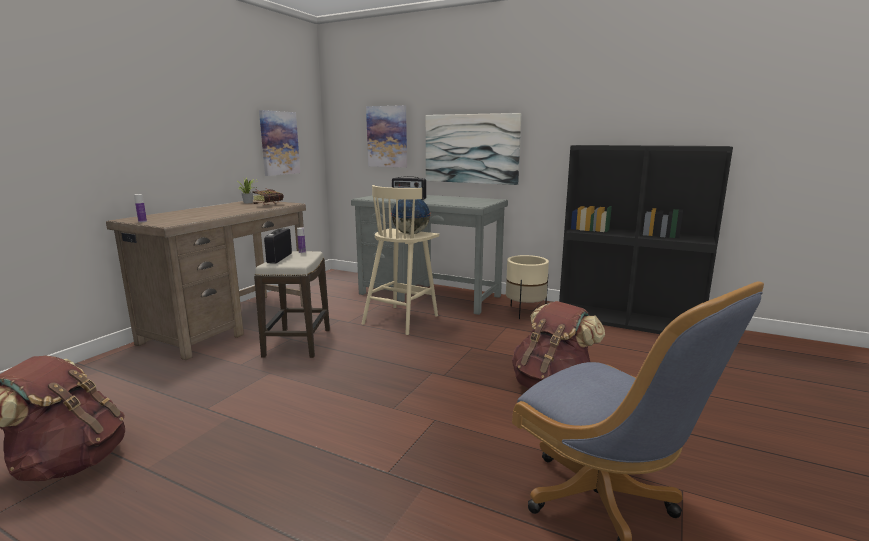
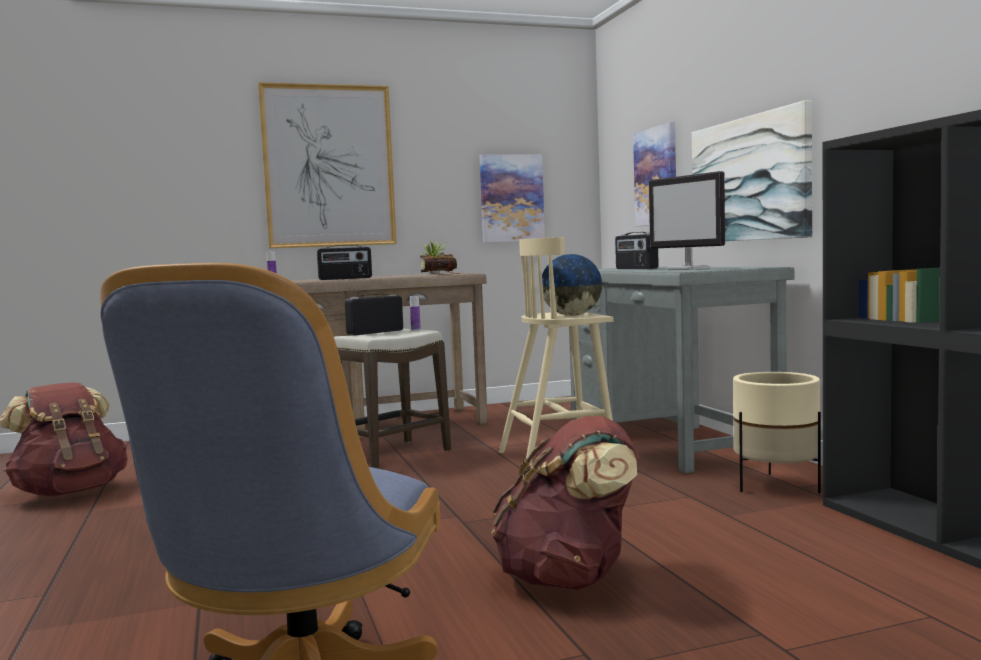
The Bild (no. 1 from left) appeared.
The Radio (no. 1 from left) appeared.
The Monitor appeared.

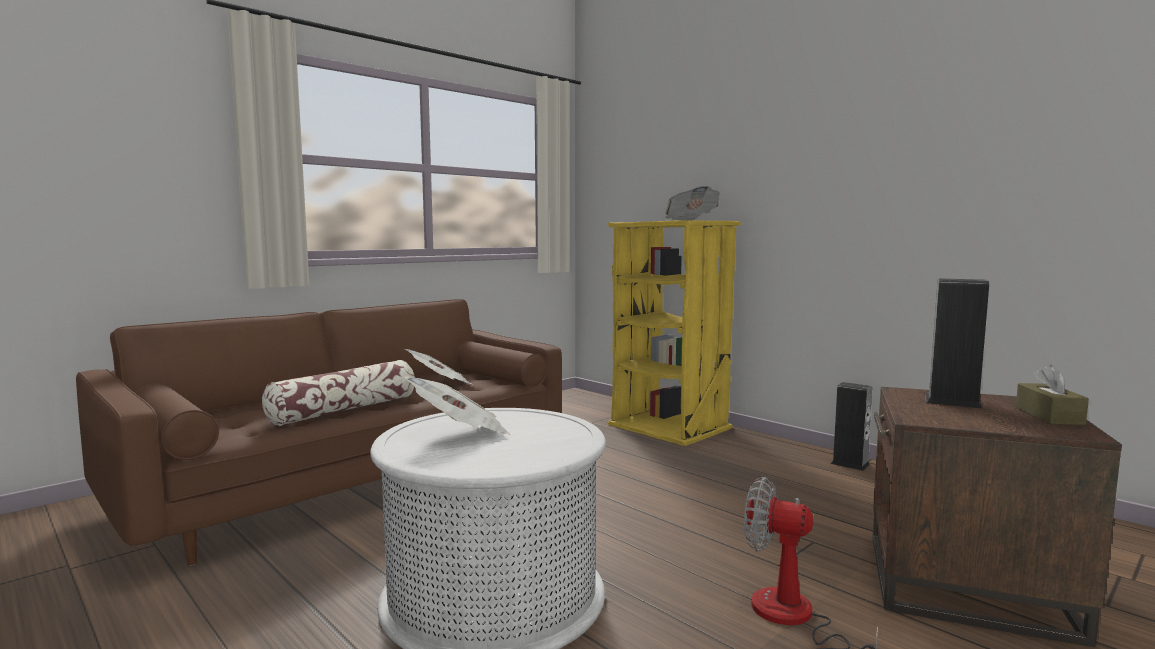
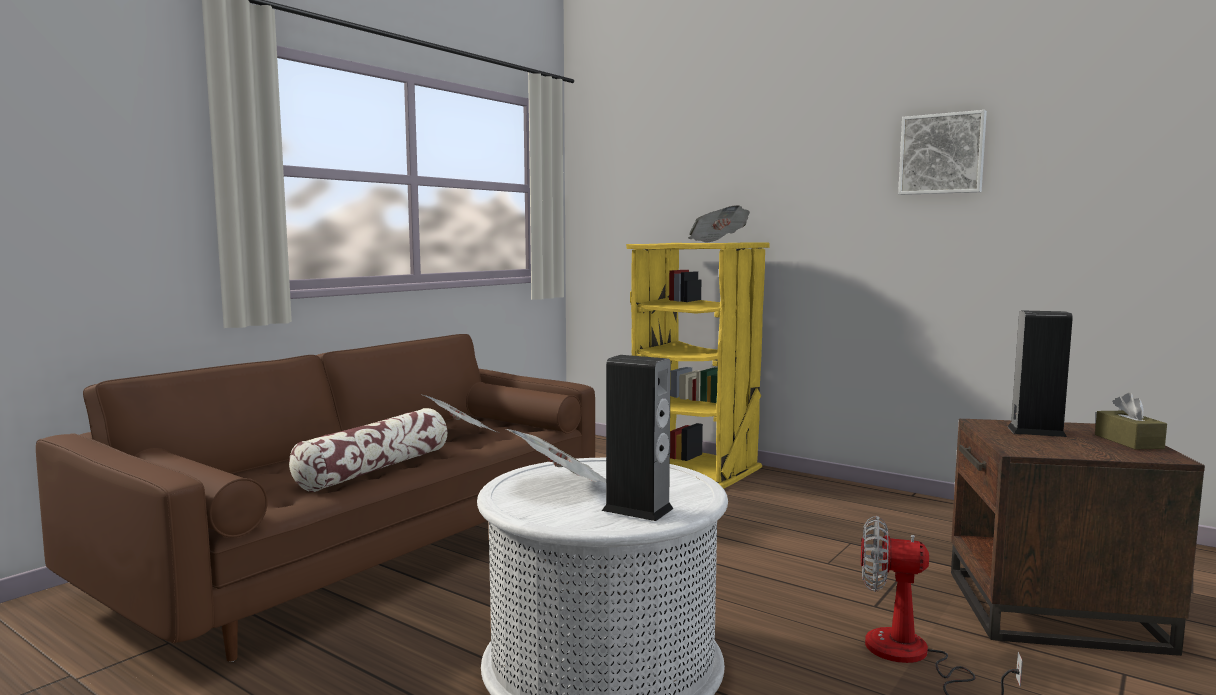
The Lautsprecher (no. 1 from left) moved.
The Bild appeared.

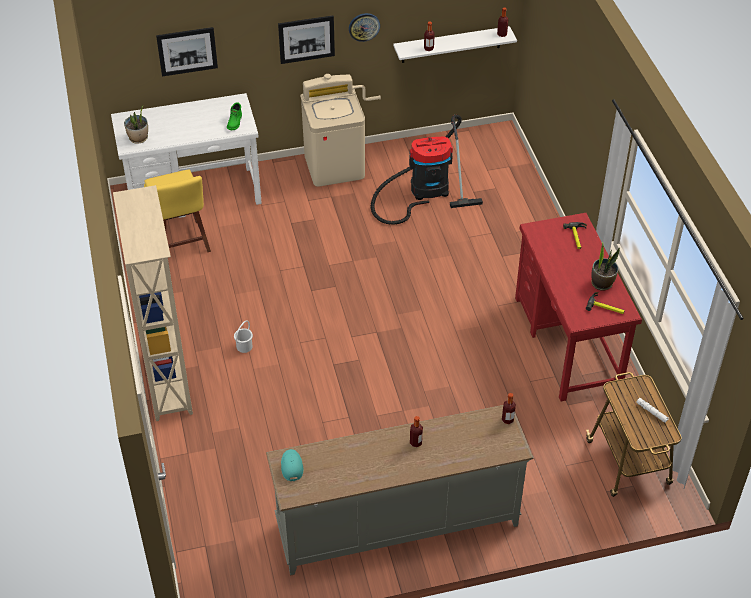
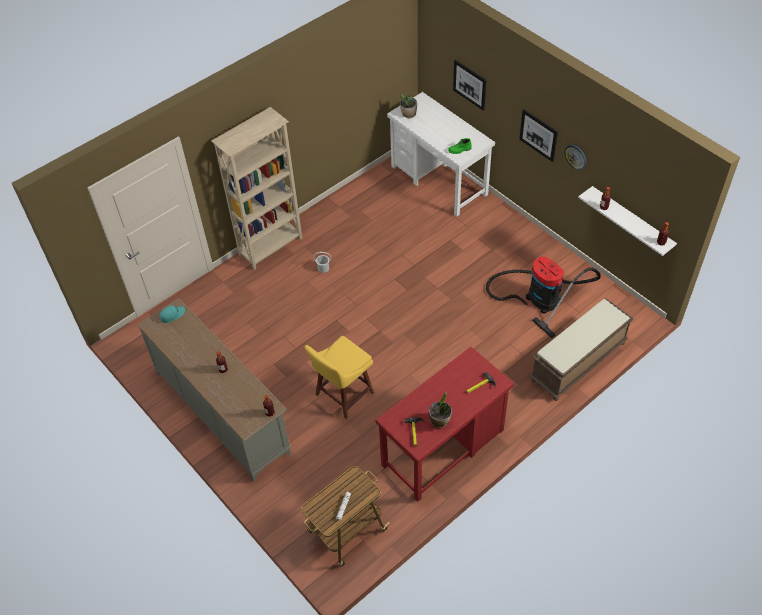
The Hocker [gelb] moved.
The Bank [braun] appeared.
The Waschmaschine [beige] disappeared.

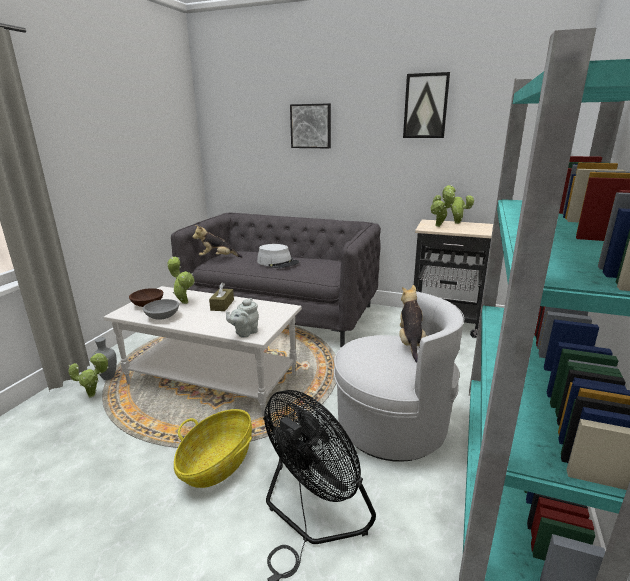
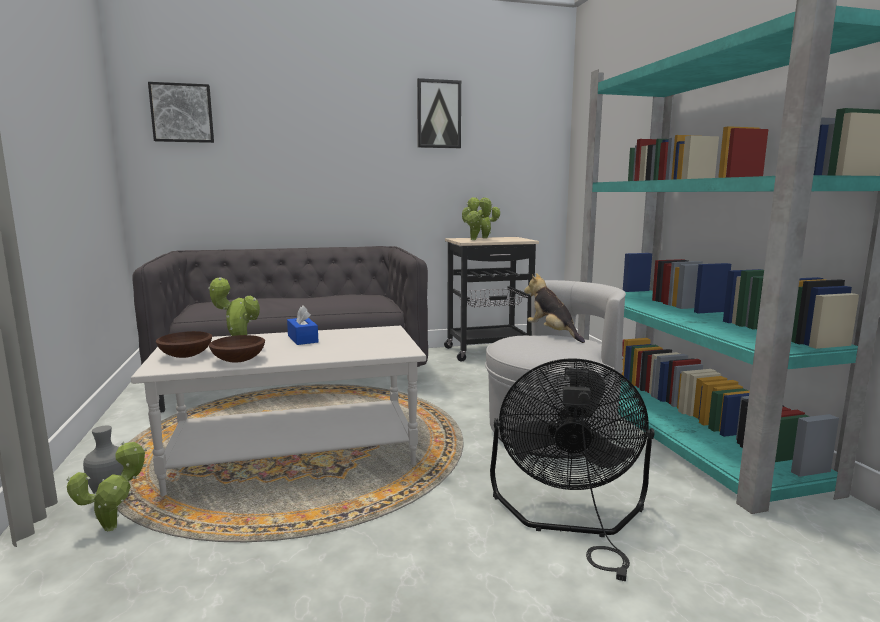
The Bild (no. 1 from left) moved.
The Schüssel [grau] became the Schüssel [braun] (no. 2 from left).
The Taschentuchbox [braun] became the Taschentuchbox [blau].
The Korb disappeared.
The Plüschtier (no. 1 from left) disappeared.
The Teekanne [grau] disappeared.
The Hut [grau] disappeared.

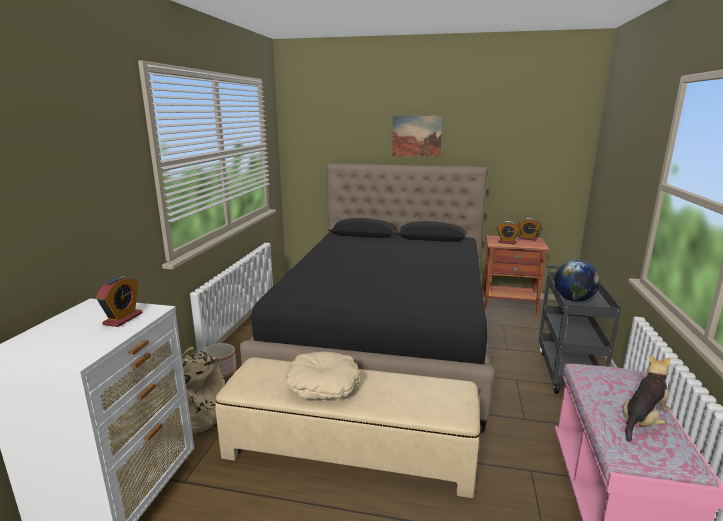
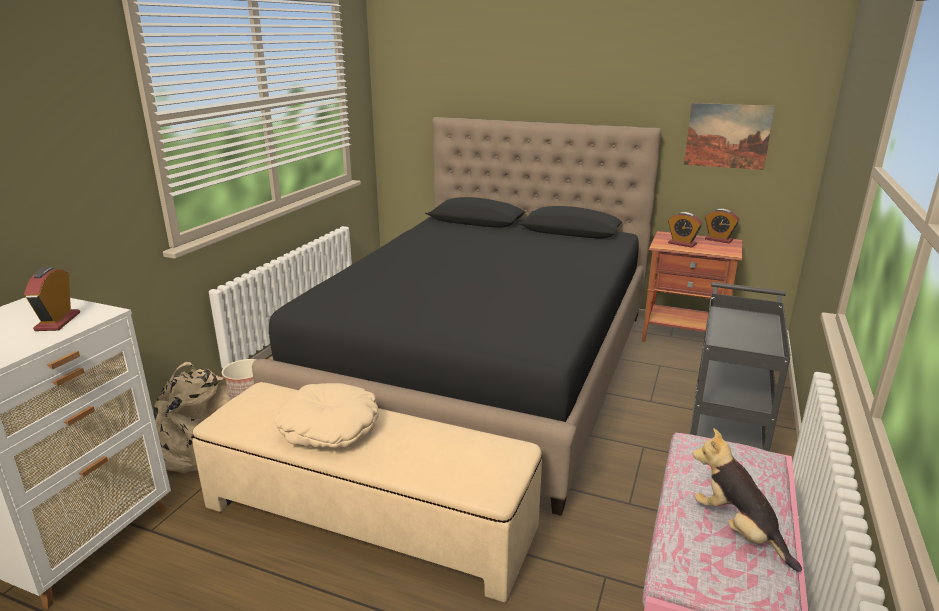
The Wecker (no. 1 from left) turned 150 degrees clockwise.
The Bild moved.
The Plüschtier turned 90 degrees counterclockwise.
The Globus disappeared.

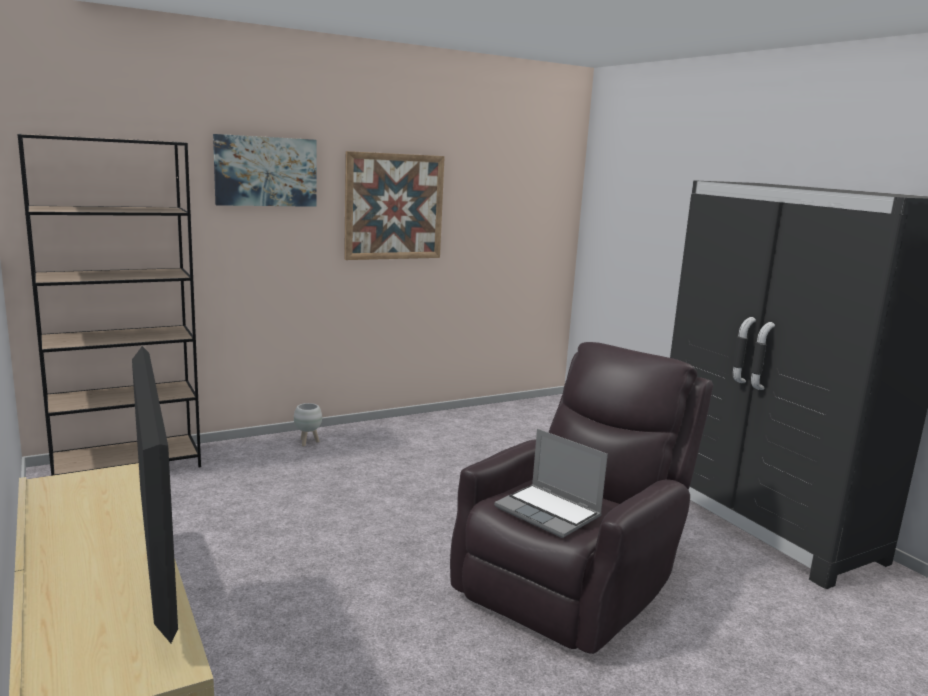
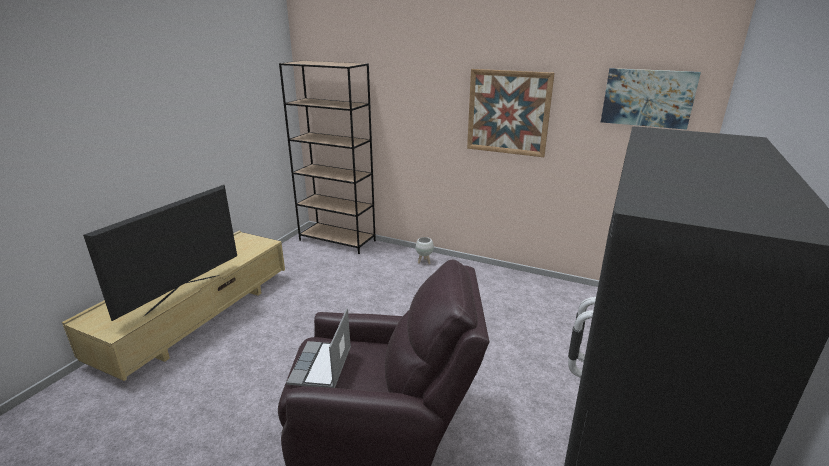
The Bild (no. 1 from left in the first image) moved.

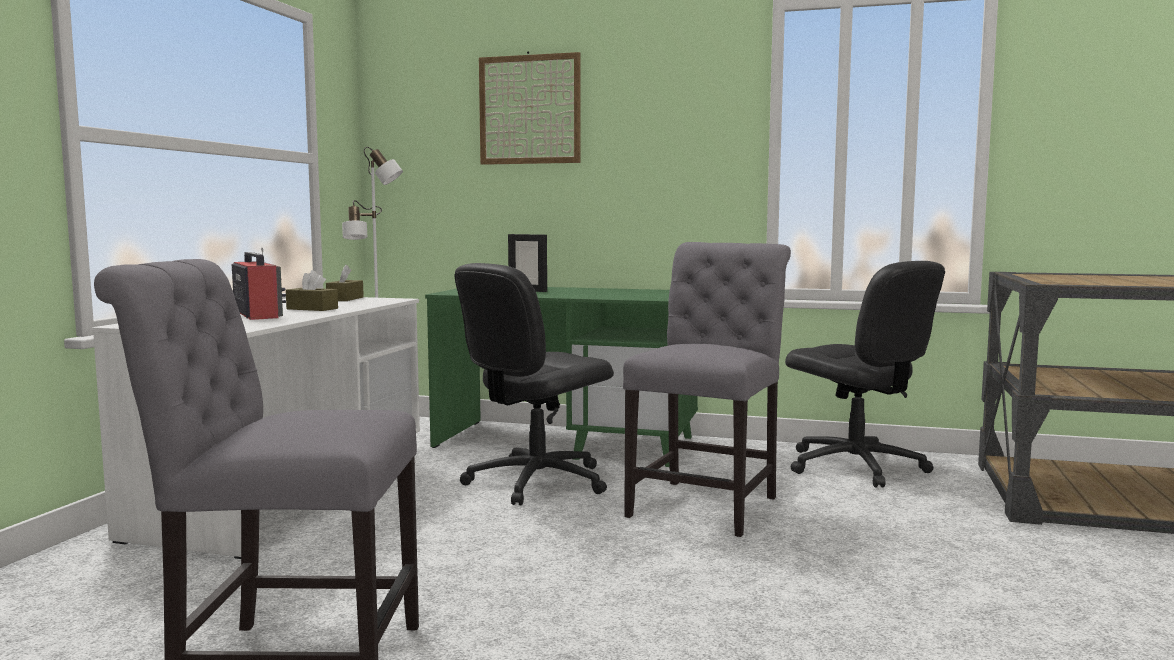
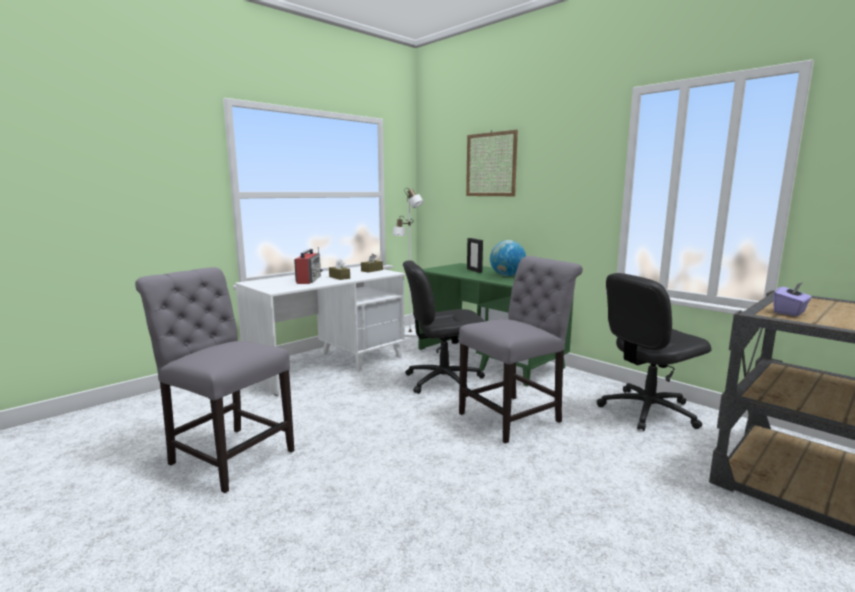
The Globus appeared.
The Bürostuhl [schwarz] (no. 2 from left) turned 75 degrees clockwise.
The Taschentuchbox [lila] appeared.

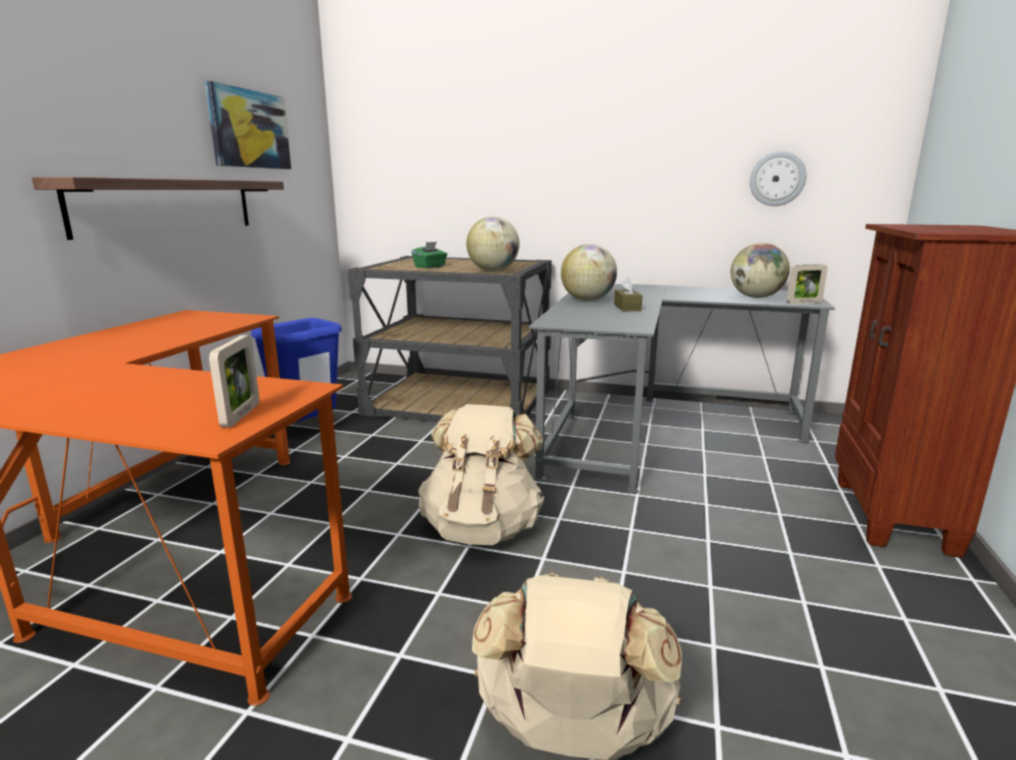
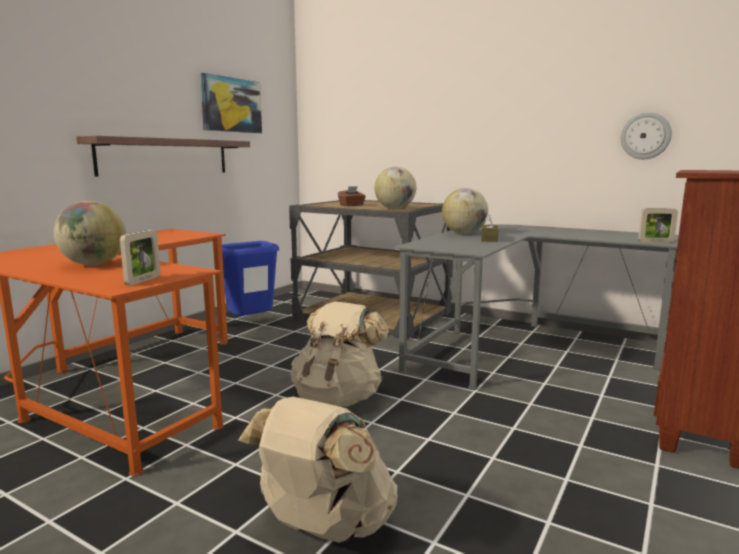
The Globus (no. 3 from left in the first image) moved.
The Taschentuchbox [grün] became the Taschentuchbox [braun] (no. 1 from left).

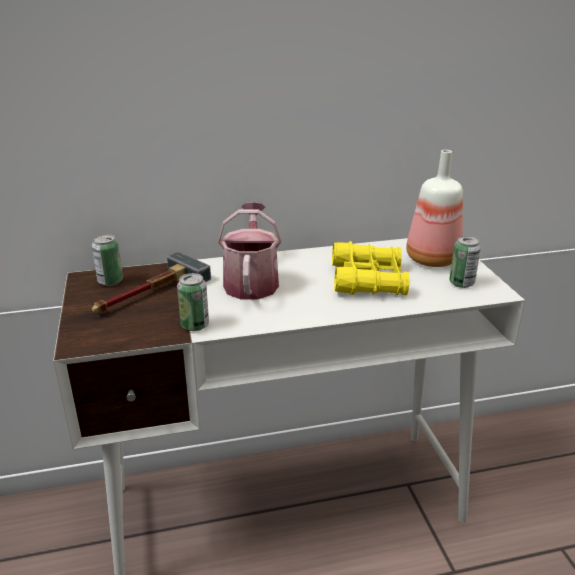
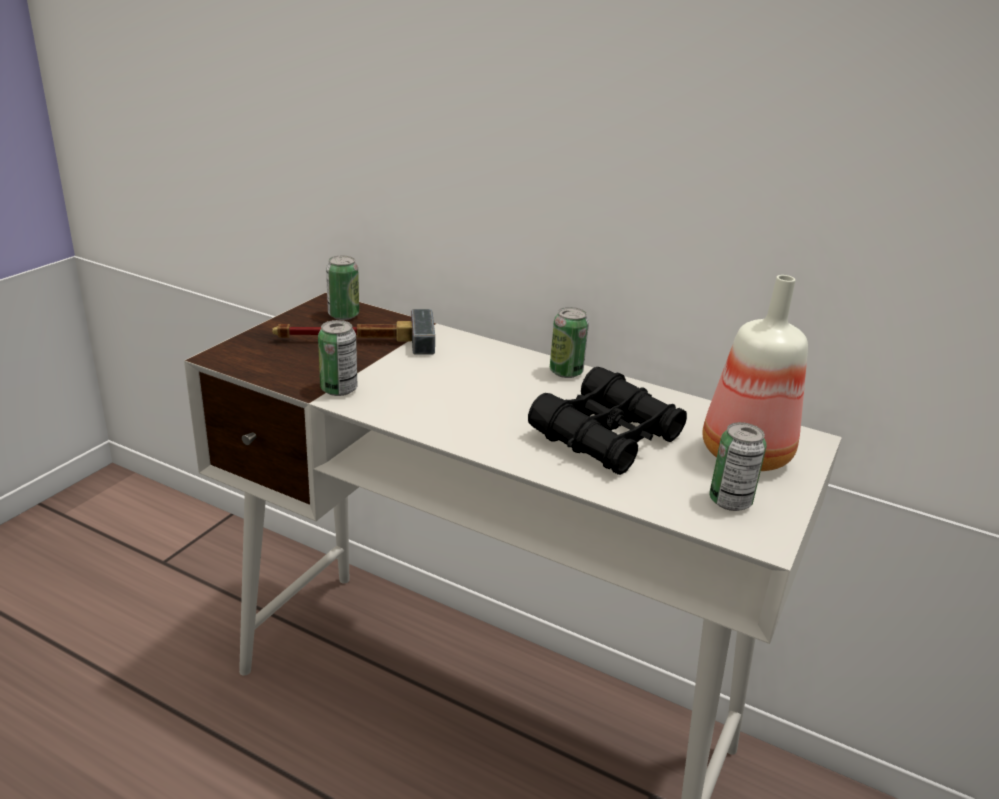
The Fernglas [gelb] became the Fernglas [schwarz].
The Dose (no. 3 from left) appeared.
The Gießkanne disappeared.

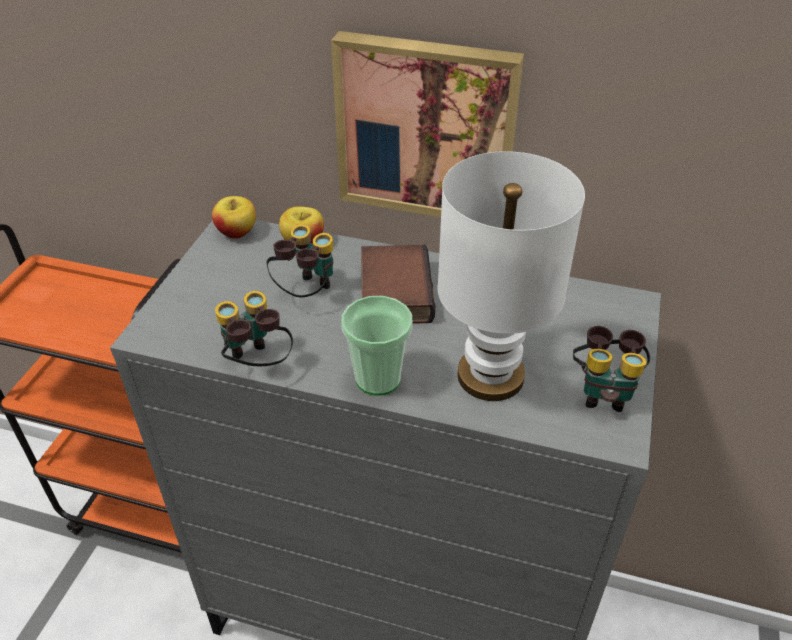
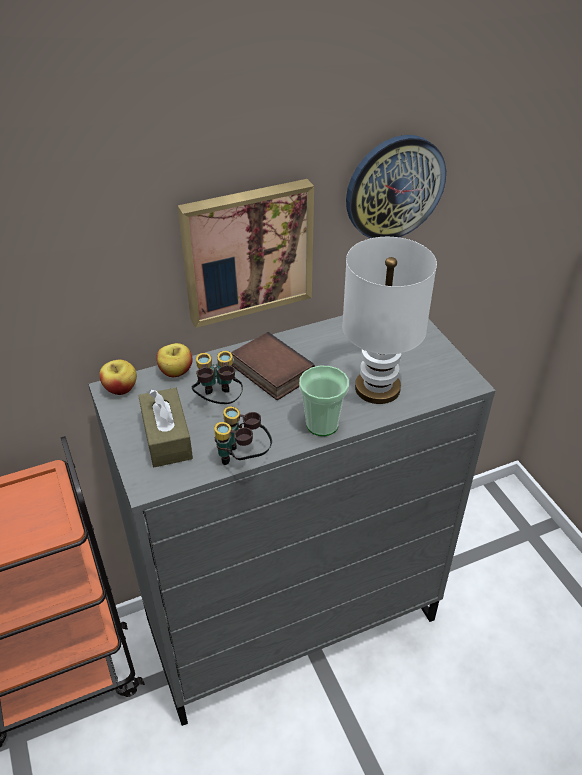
The Taschentuchbox [braun] appeared.
The Wanduhr appeared.
The Fernglas (no. 3 from left) disappeared.

